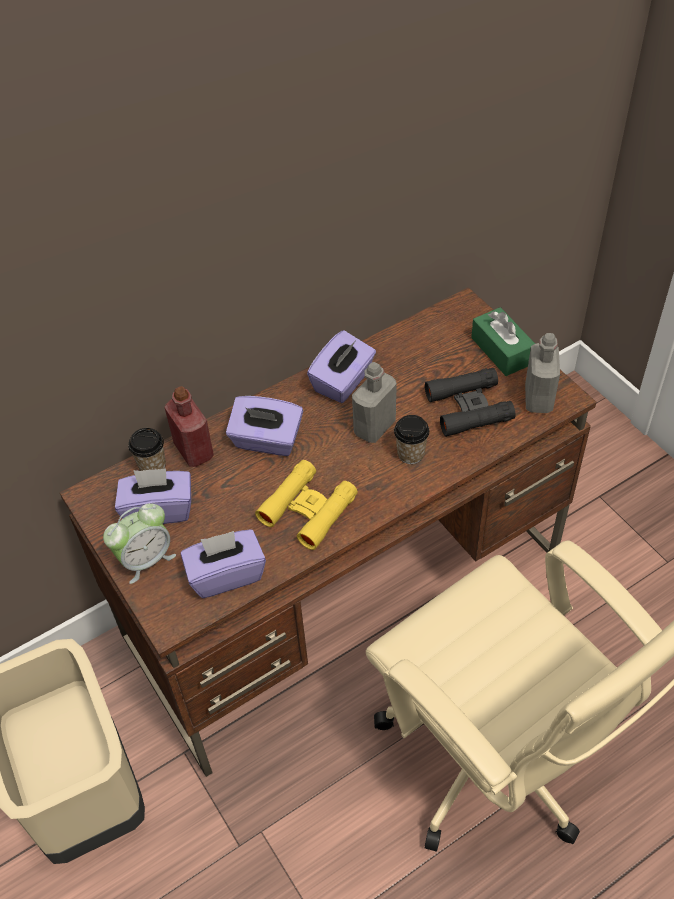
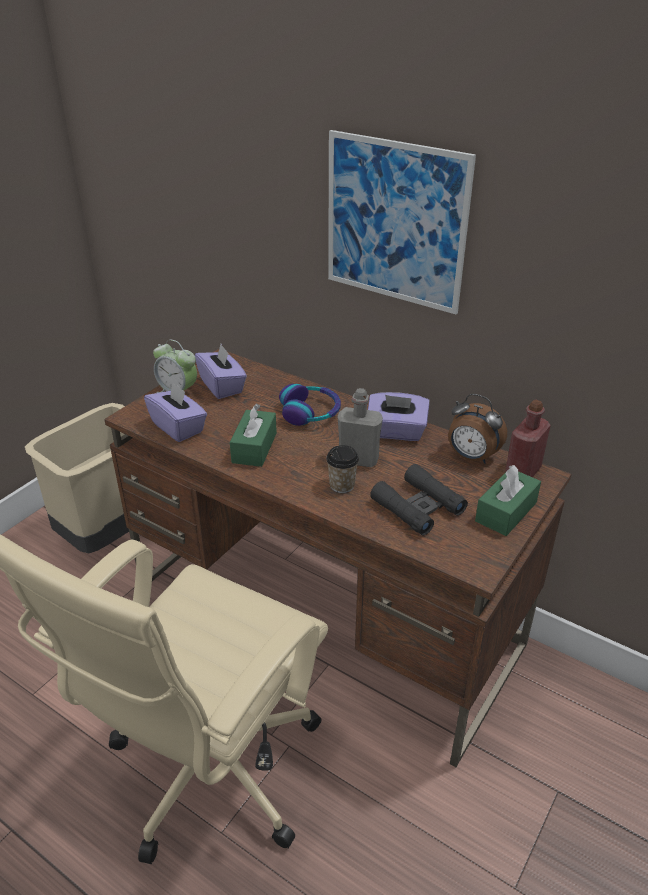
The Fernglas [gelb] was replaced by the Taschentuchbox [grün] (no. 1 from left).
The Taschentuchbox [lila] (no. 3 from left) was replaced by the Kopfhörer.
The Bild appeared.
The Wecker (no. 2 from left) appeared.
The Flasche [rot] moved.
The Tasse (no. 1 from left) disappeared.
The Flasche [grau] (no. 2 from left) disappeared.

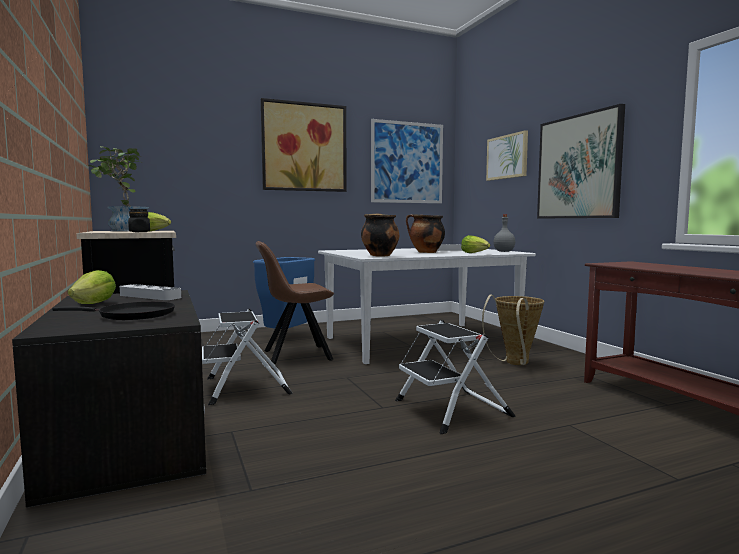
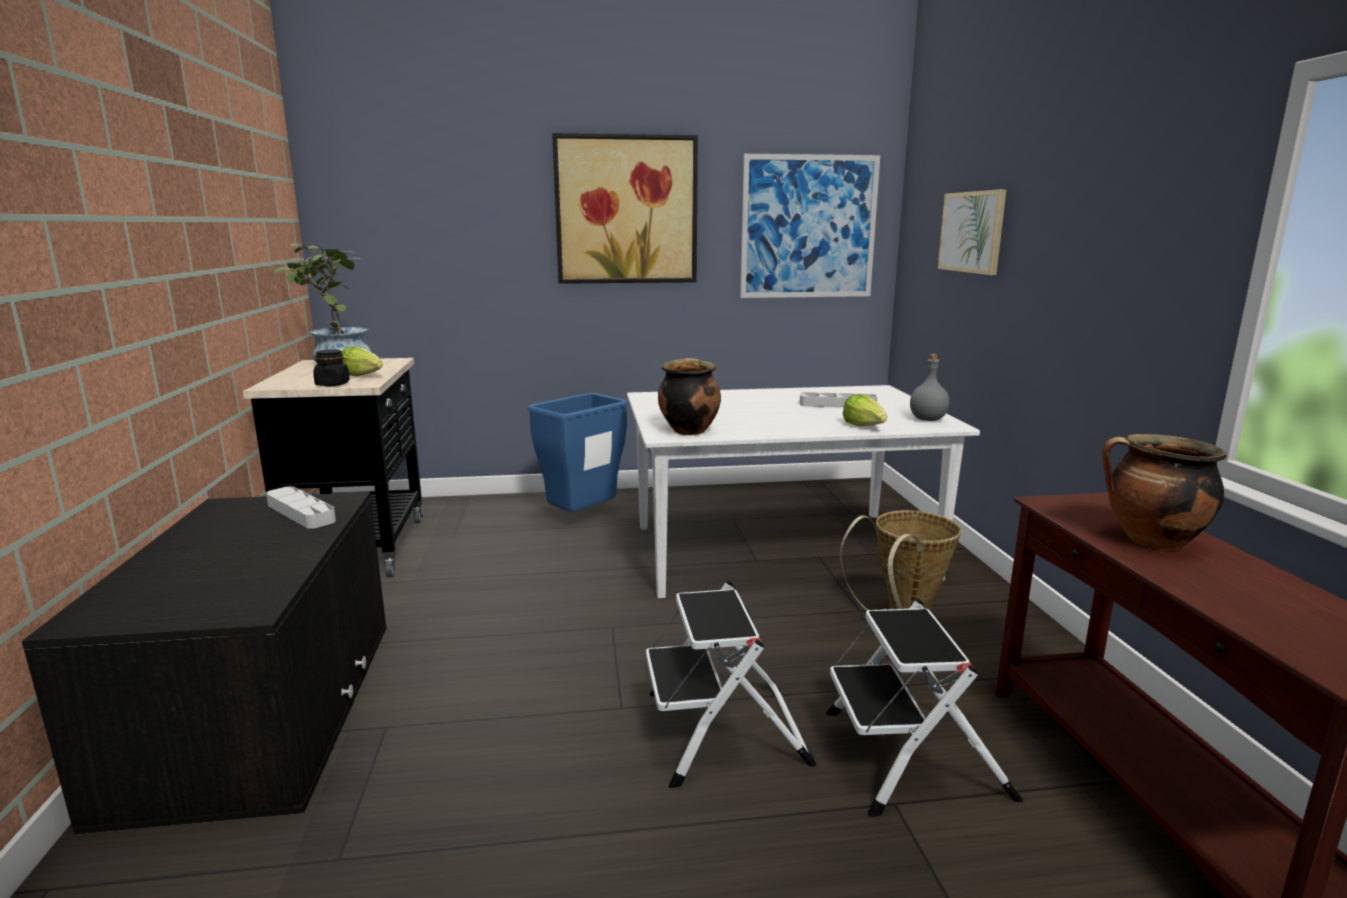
The Trittleiter (no. 1 from left in the first image) moved.
The Kochtopf (no. 2 from left) moved.
The Pfanne [schwarz] disappeared.
The Salatkopf (no. 1 from left) disappeared.
The Stuhl [braun] disappeared.
The Bild (no. 4 from left) disappeared.

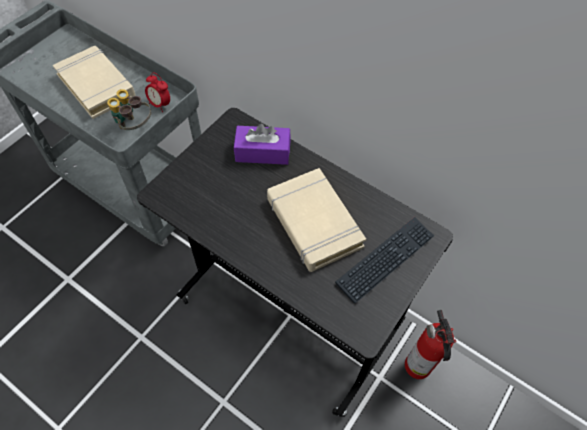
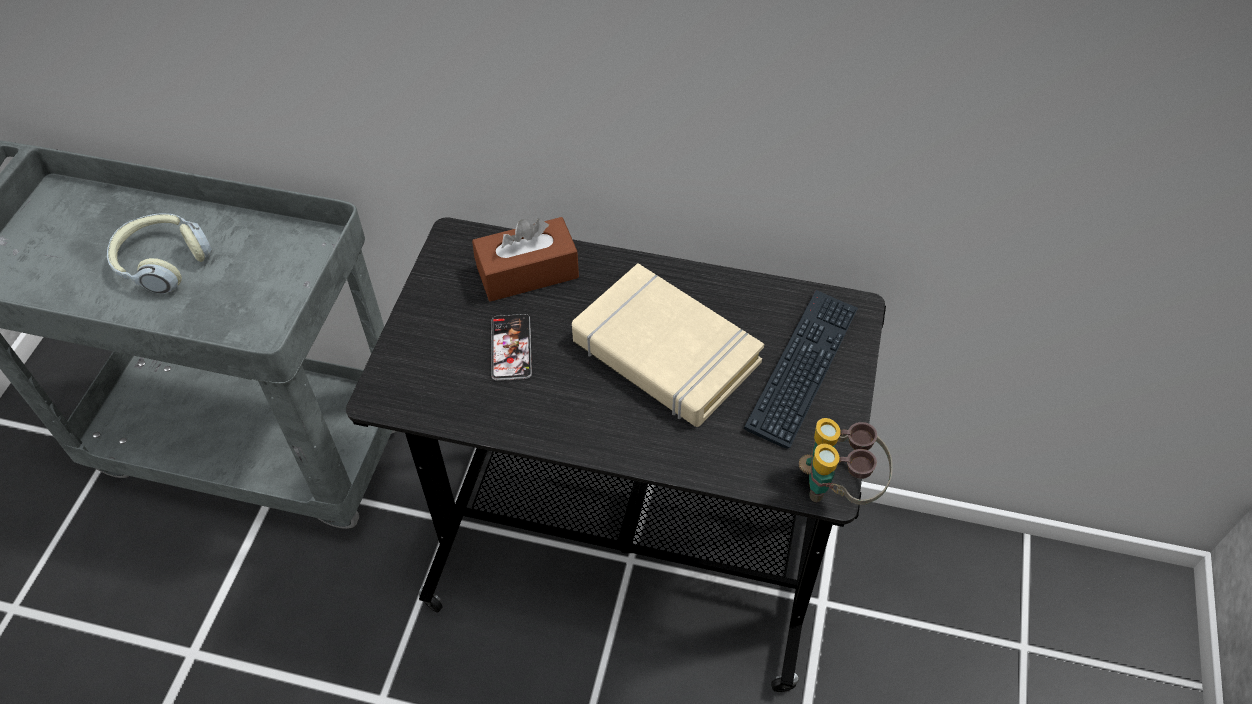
The Buch [beige] (no. 1 from left) was replaced by the Kopfhörer.
The Taschentuchbox [lila] became the Taschentuchbox [braun].
The Handy appeared.
The Fernglas moved.
The Wecker disappeared.
The Feuerlöscher disappeared.

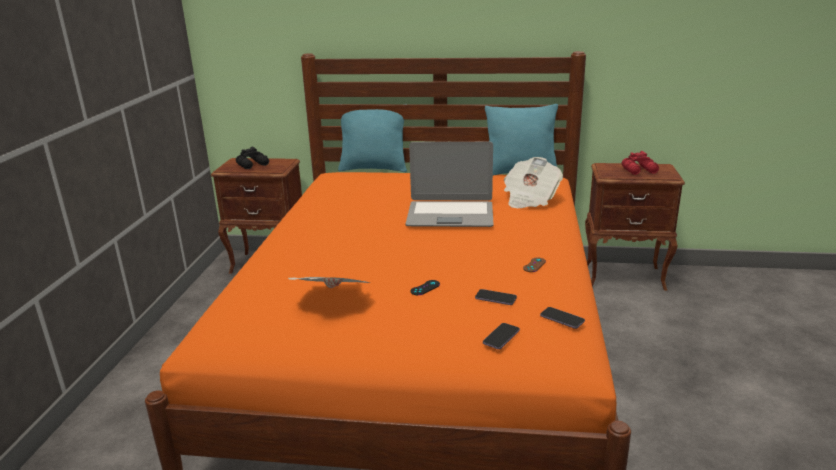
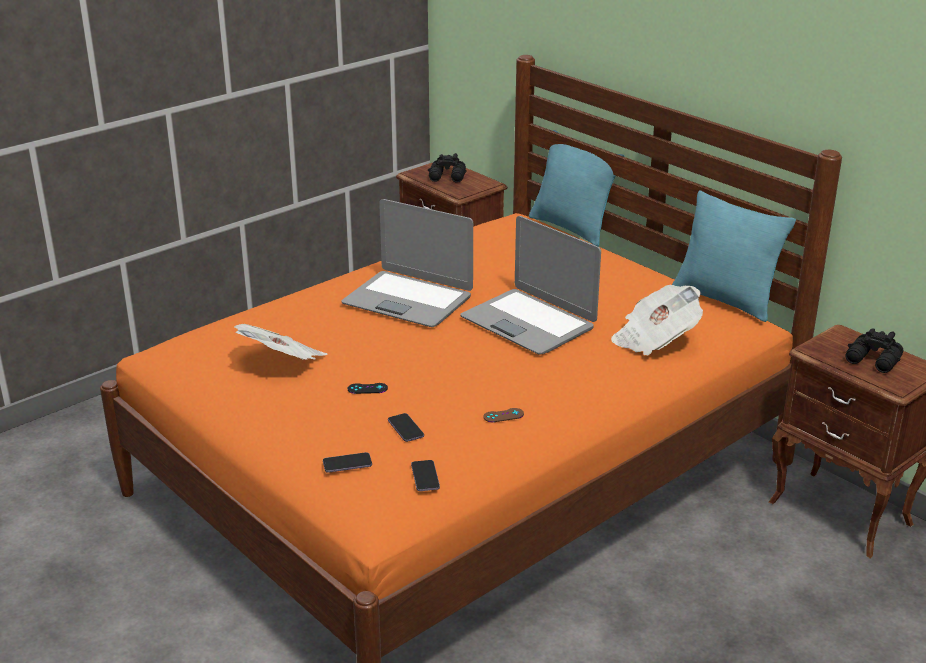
The Laptop (no. 1 from left) appeared.
The Fernglas [rot] became the Fernglas [schwarz] (no. 2 from left).

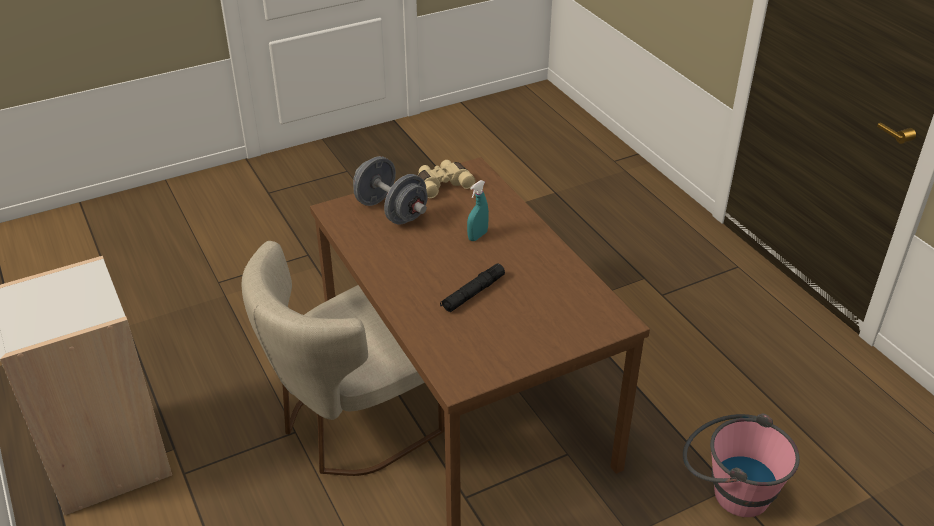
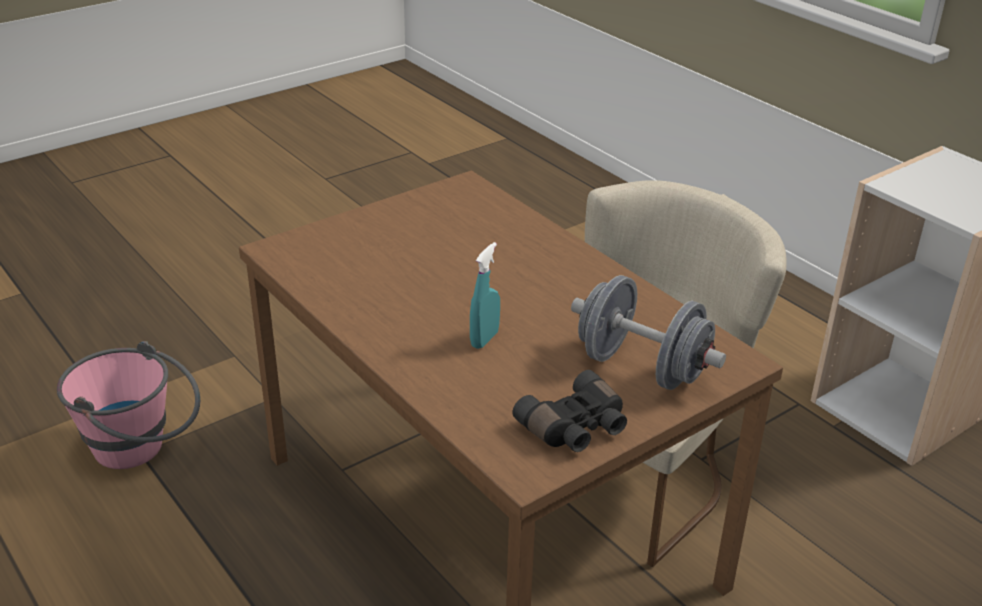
The Fernglas [beige] became the Fernglas [schwarz].
The Taschenlampe [schwarz] disappeared.

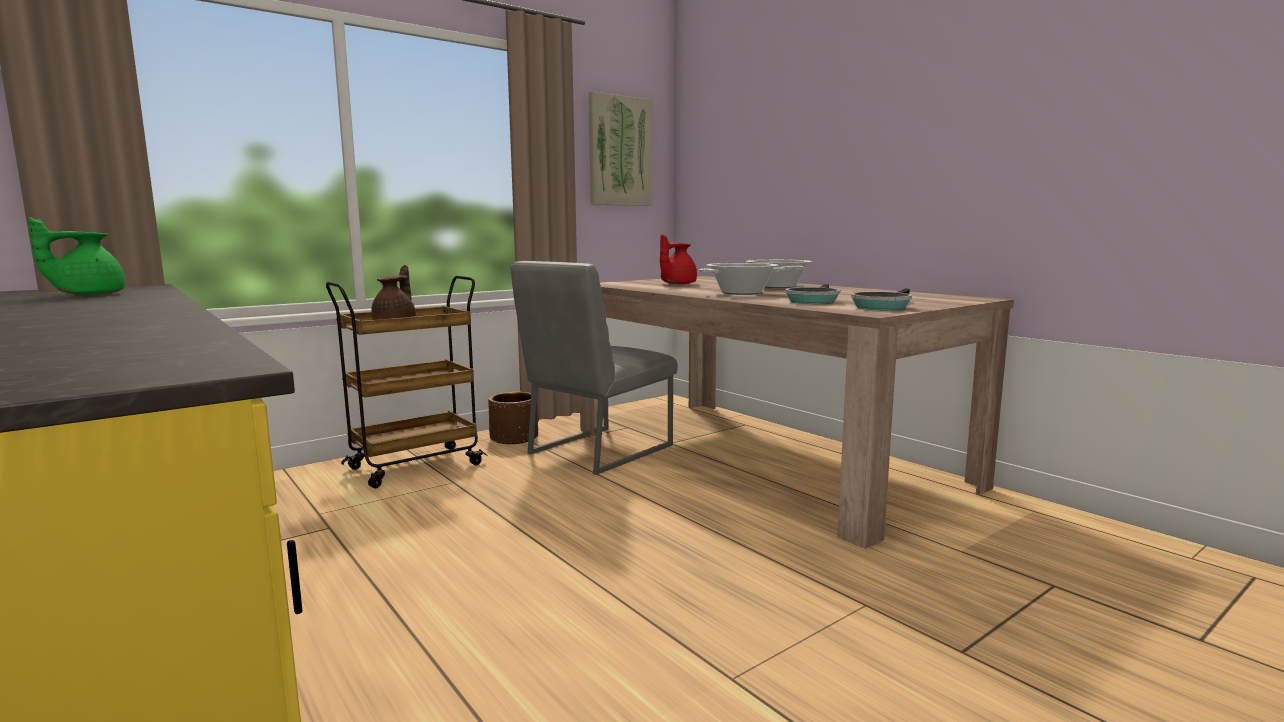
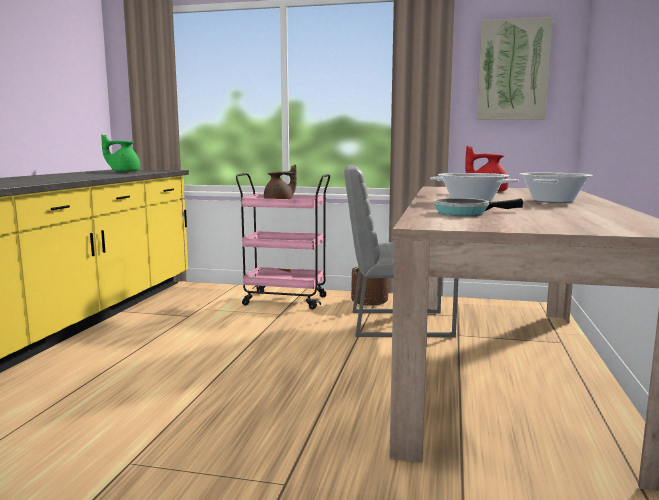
The Rollwagen [braun] became the Rollwagen [rosa].
The Pfanne (no. 2 from left) disappeared.

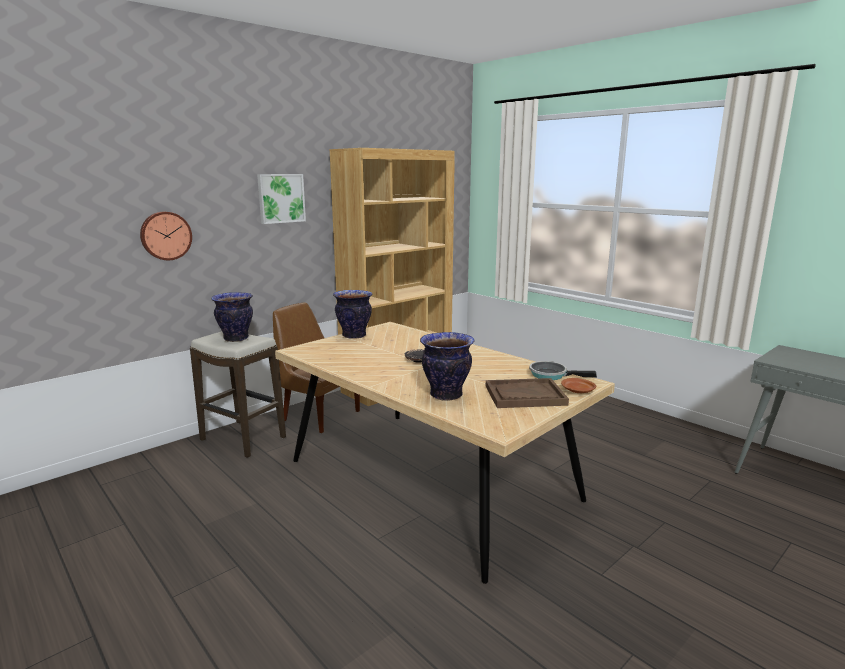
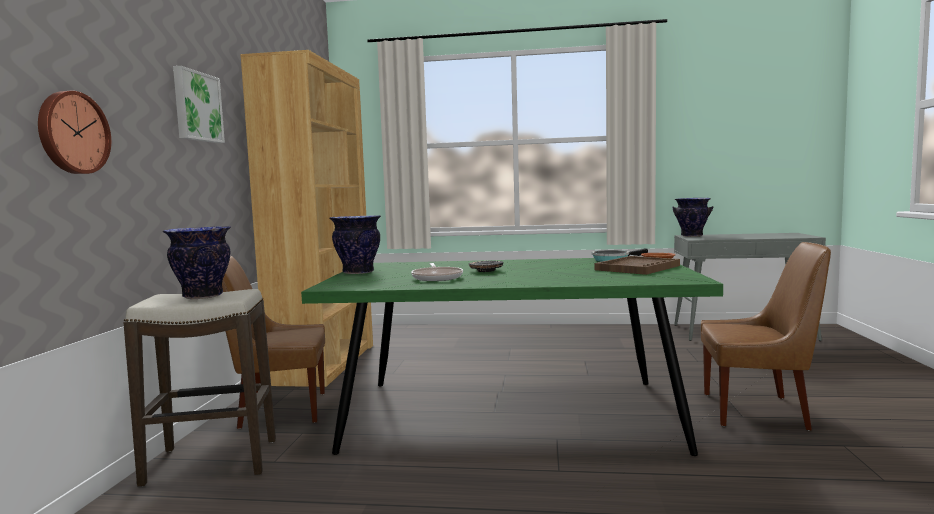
The Esstisch [beige] became the Esstisch [grün].
The Pfanne (no. 1 from left) appeared.
The Vase (no. 3 from left) moved.
The Stuhl [braun] (no. 2 from left) appeared.

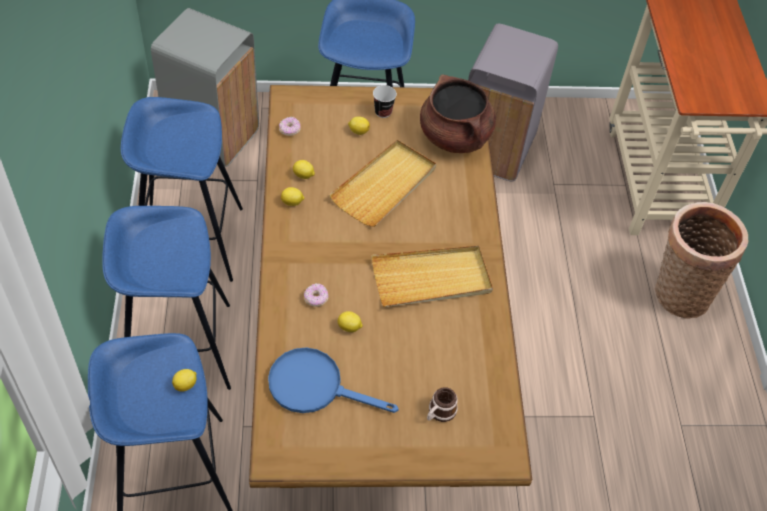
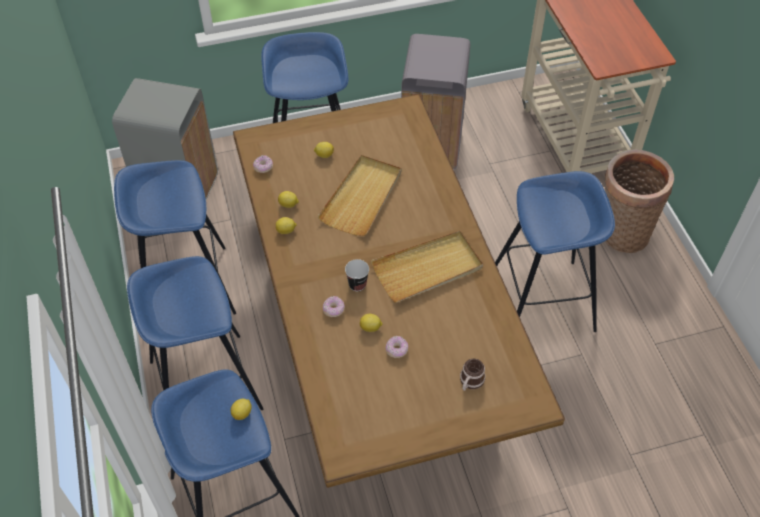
The Tasse moved.
The Donut (no. 3 from left) appeared.
The Hocker [blau] (no. 5 from left) appeared.
The Pfanne [blau] disappeared.
The Kochtopf [braun] disappeared.

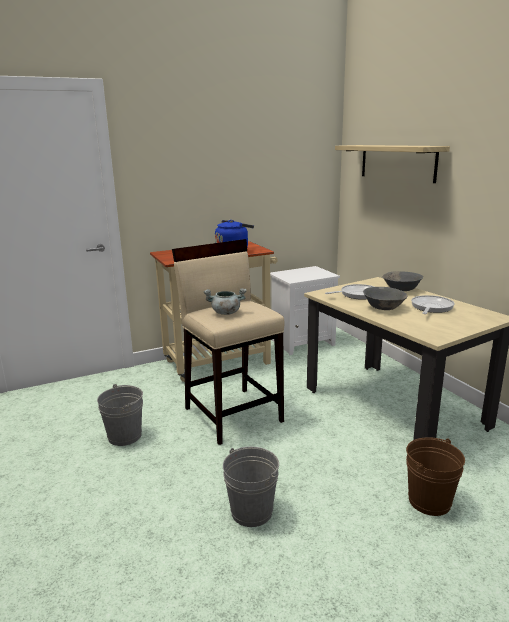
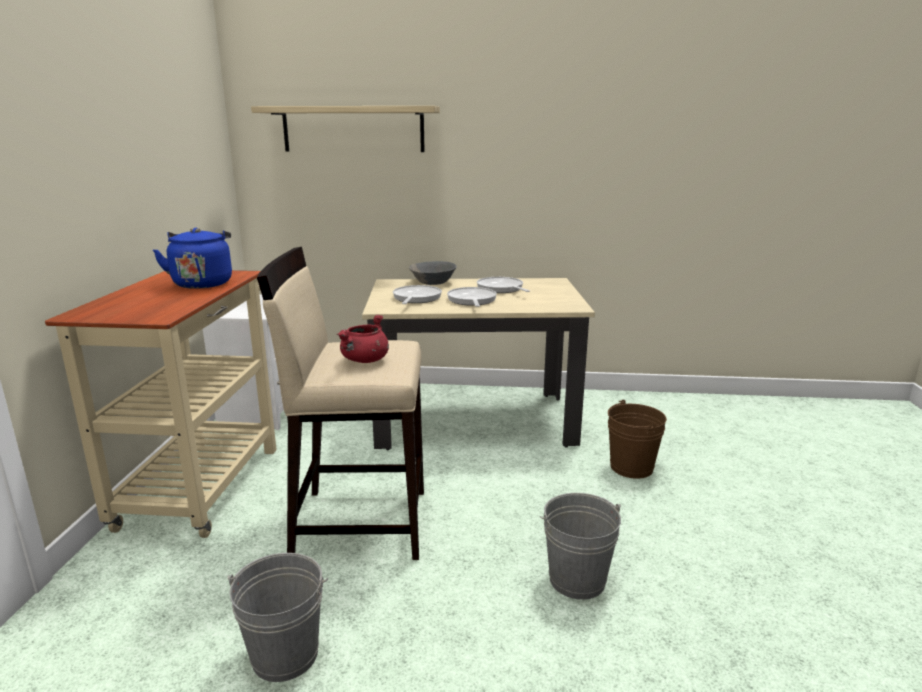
The Kochtopf [grau] became the Kochtopf [rot].
The Schüssel [grau] (no. 1 from left) was replaced by the Pfanne (no. 2 from left).

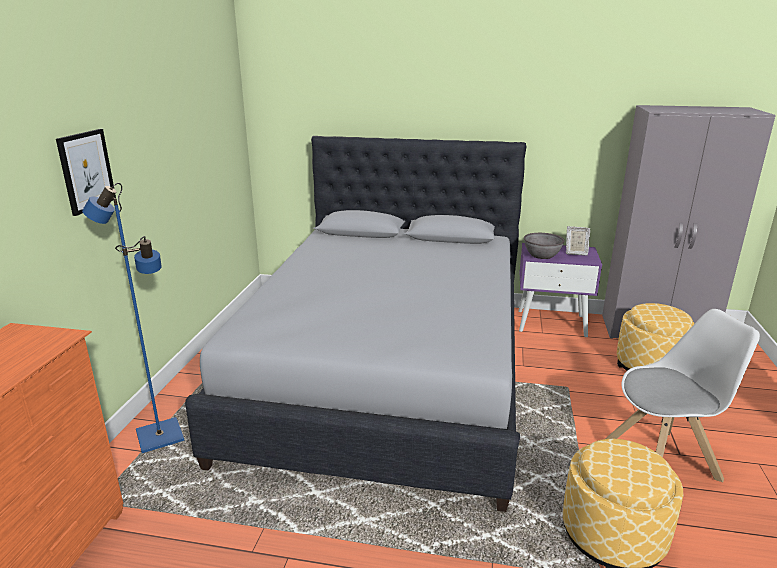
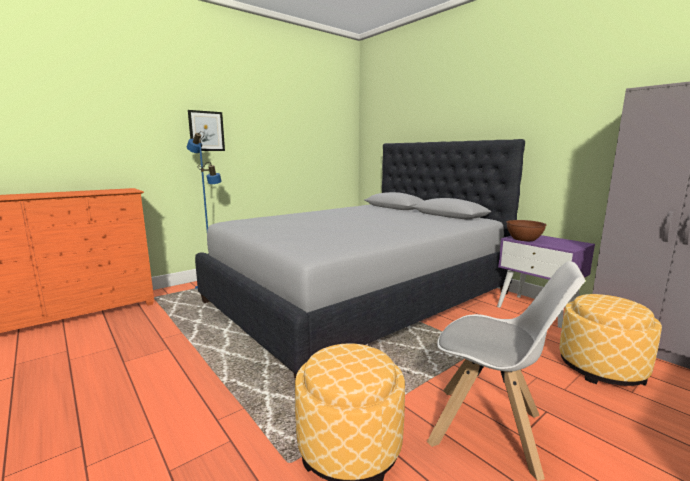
The Schüssel [grau] became the Schüssel [braun].
The Bilderrahmen disappeared.

